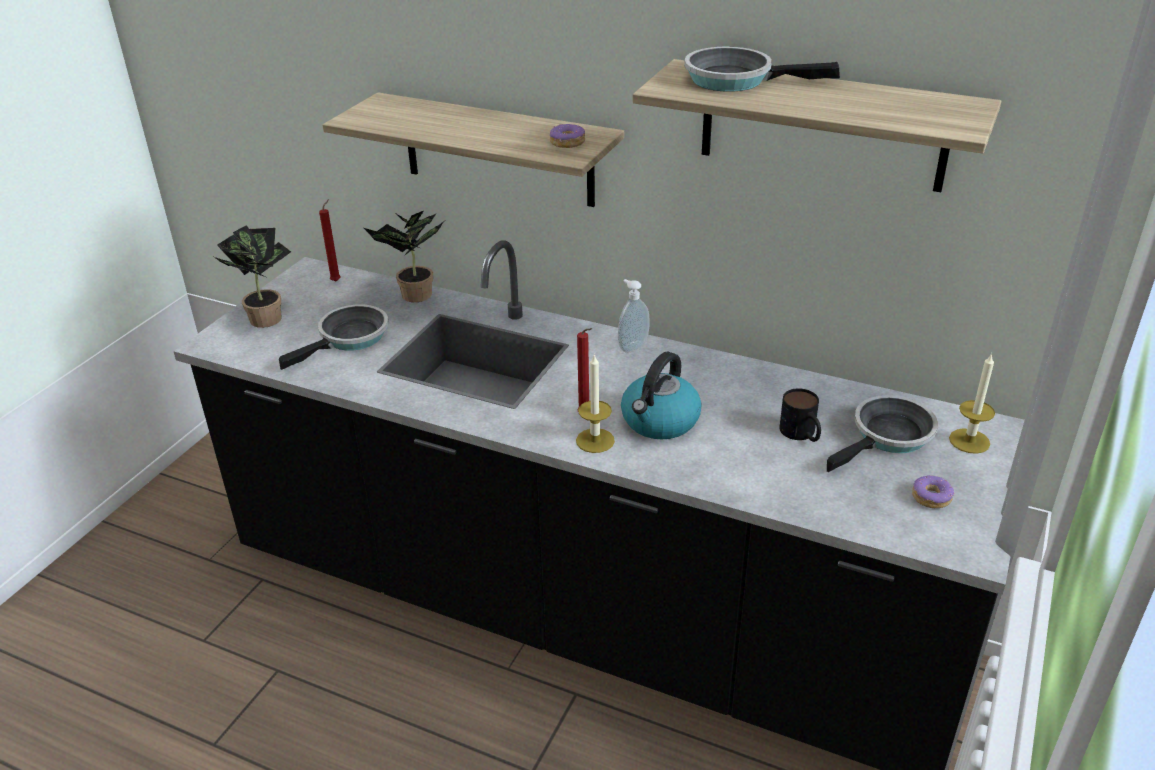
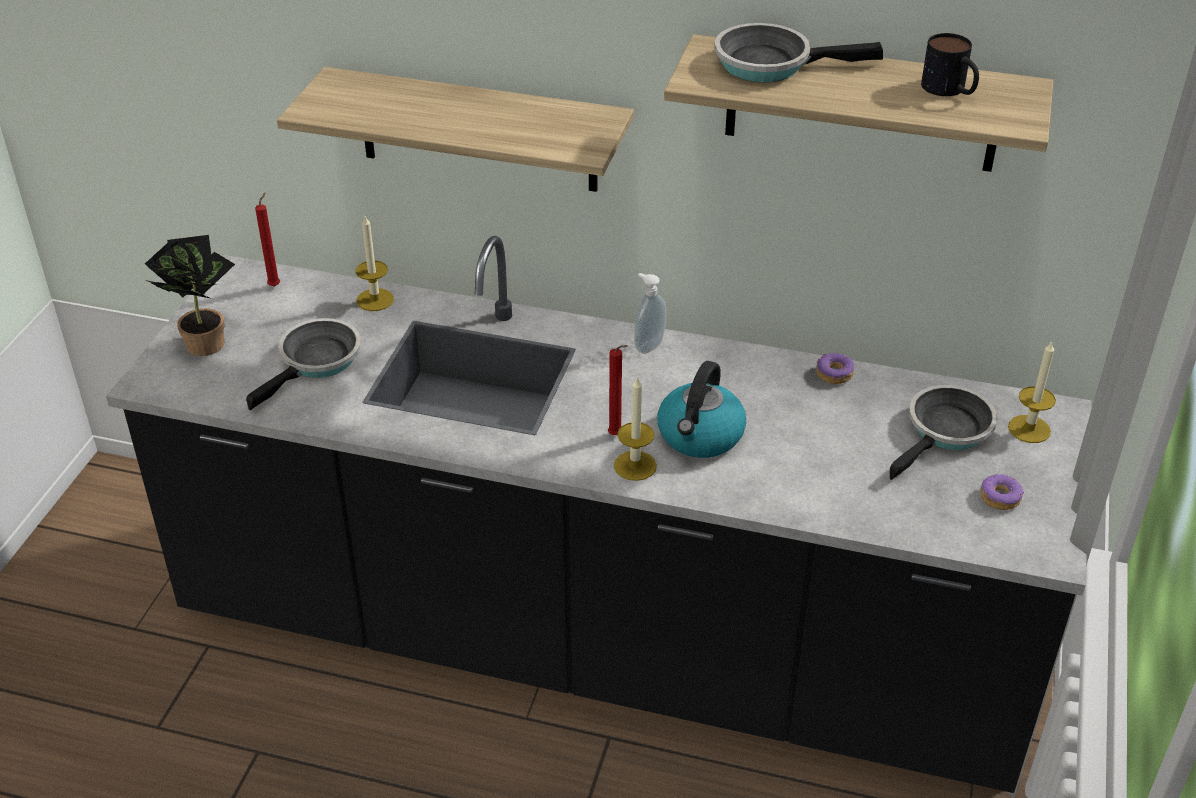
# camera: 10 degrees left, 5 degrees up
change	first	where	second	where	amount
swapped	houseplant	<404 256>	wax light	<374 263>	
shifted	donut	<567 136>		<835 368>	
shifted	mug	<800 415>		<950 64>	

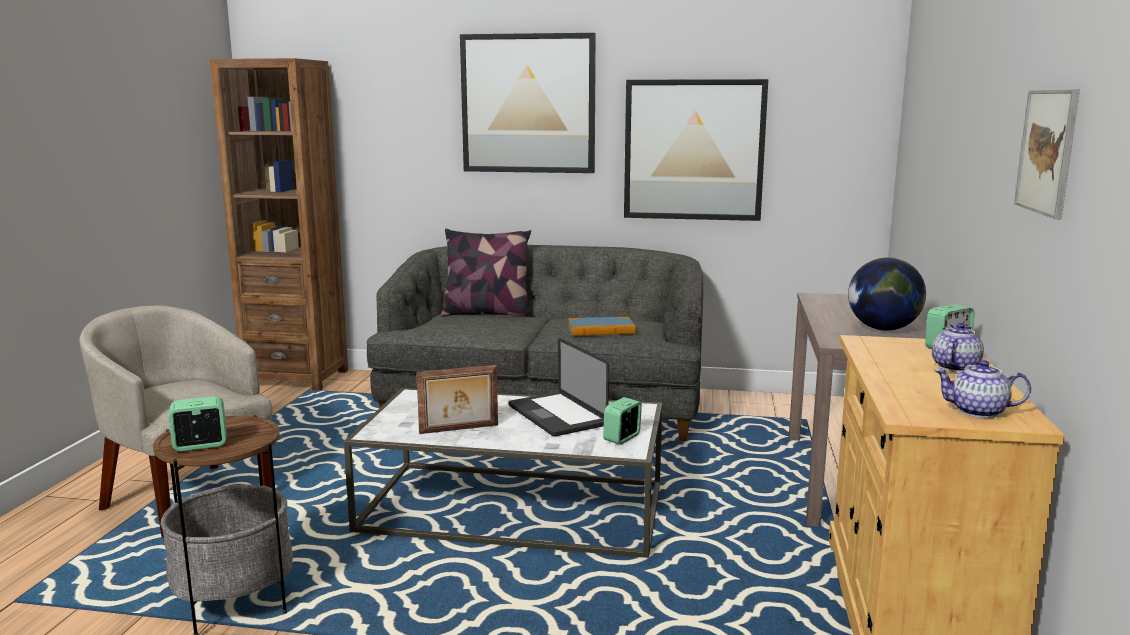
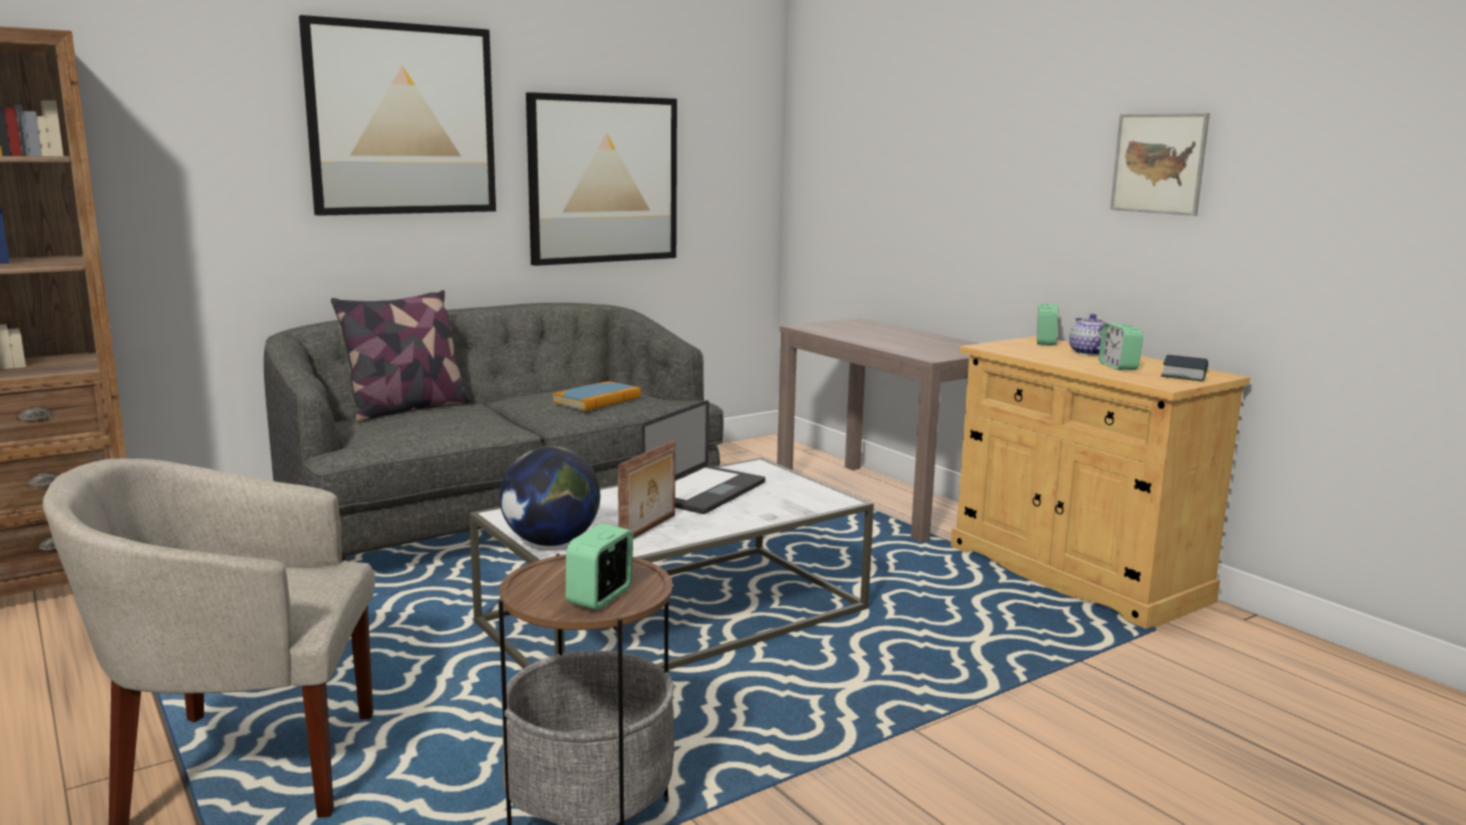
# camera: 45 degrees left, 0 degrees up
change	first	where	second	where	amount
rotated	laptop	<559 387>		<703 457>	75 degrees counterclockwise
shifted	table clock	<622 421>		<1121 346>	
shifted	globe	<887 294>		<549 496>	
swapped	teapot	<982 389>	volume	<1184 368>	

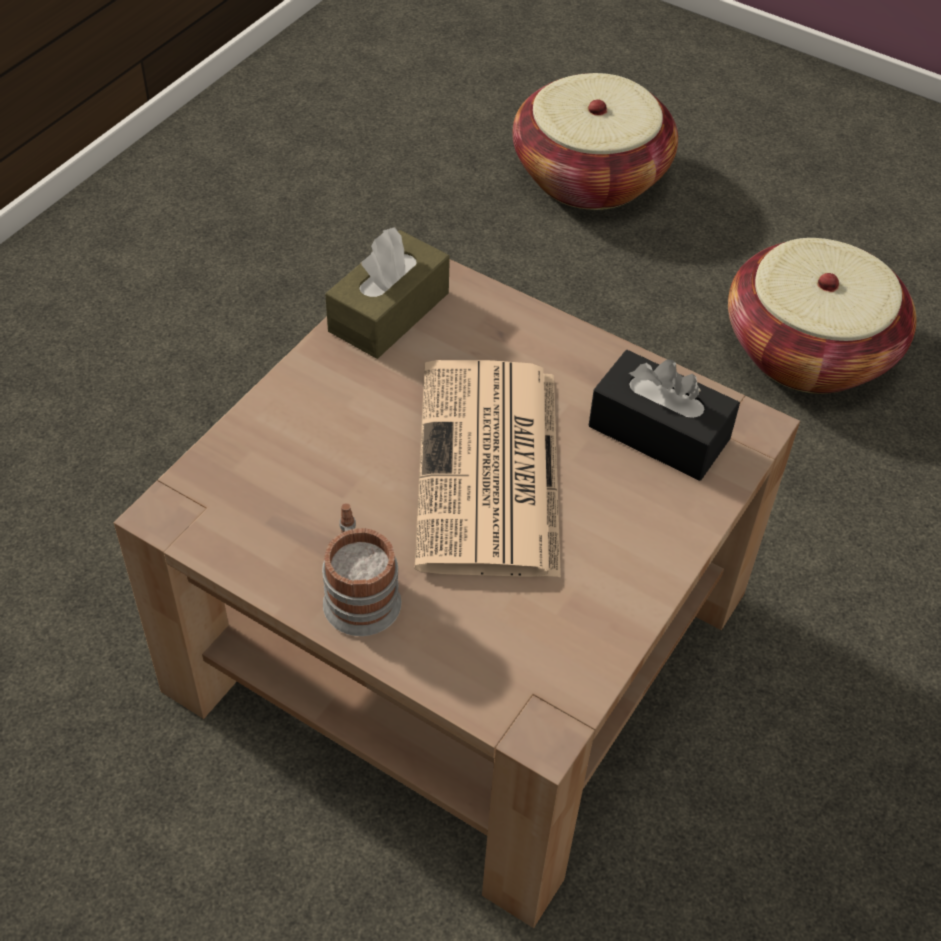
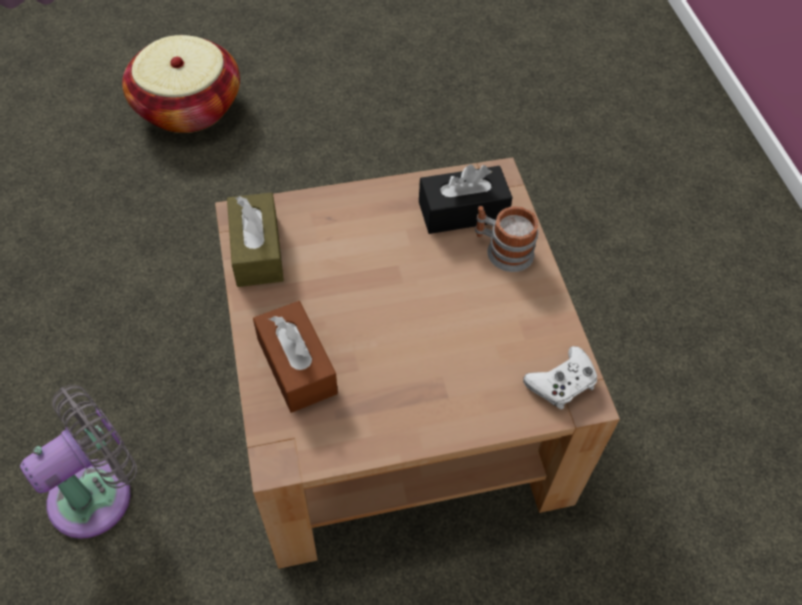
# camera: 45 degrees left, 5 degrees up
change	first	where	second	where	amount
shifted	mug	<361 569>		<506 239>	
gone	printed paper	<488 469>			
gone	basket	<822 316>			
new			gray cooling fan	<78 462>	
new			brown tissue holder	<295 357>	
new			white joypad	<560 377>	

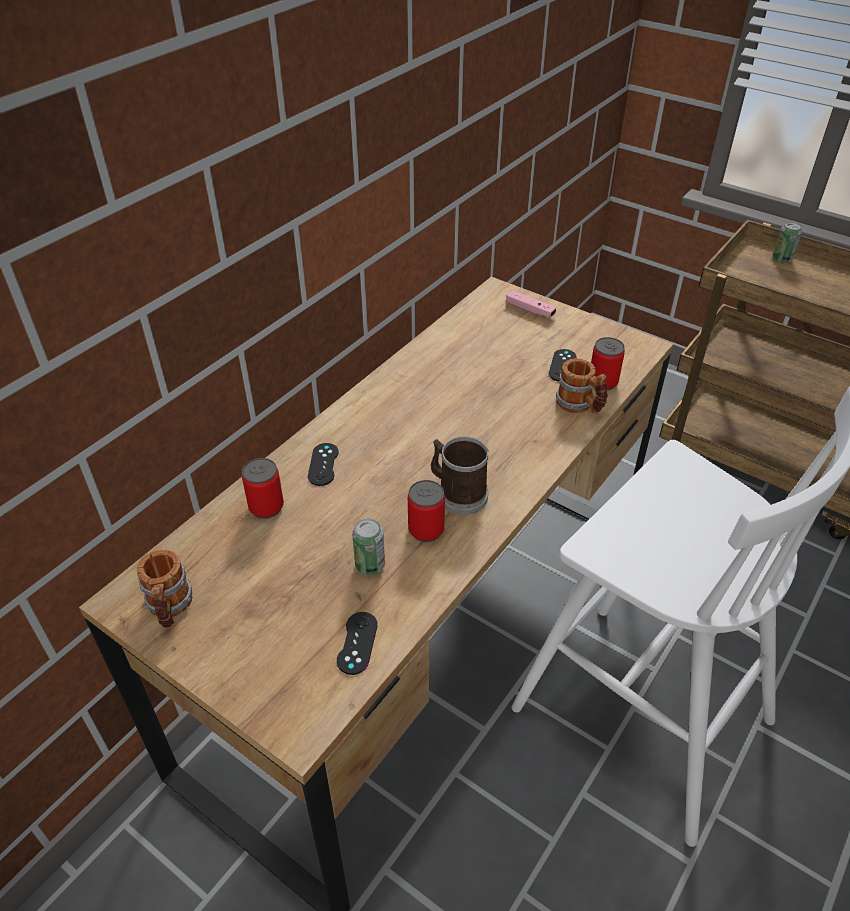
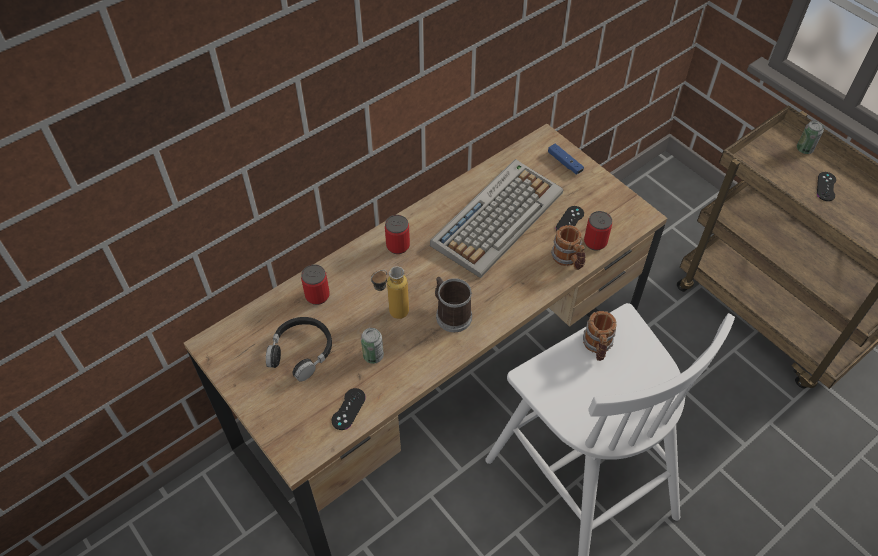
# camera: 15 degrees right, 10 degrees up
change	first	where	second	where	amount
shifted	mug	<164 589>		<600 336>	
shifted	black joypad	<323 464>		<826 186>	
shifted	can	<426 511>		<397 234>	
repainted	pink-coloured joypad	<531 304>	blue joypad	<566 159>	
new			black headphones	<299 349>	
new			drink bottle	<390 292>	
new			computer keyboard	<496 218>	

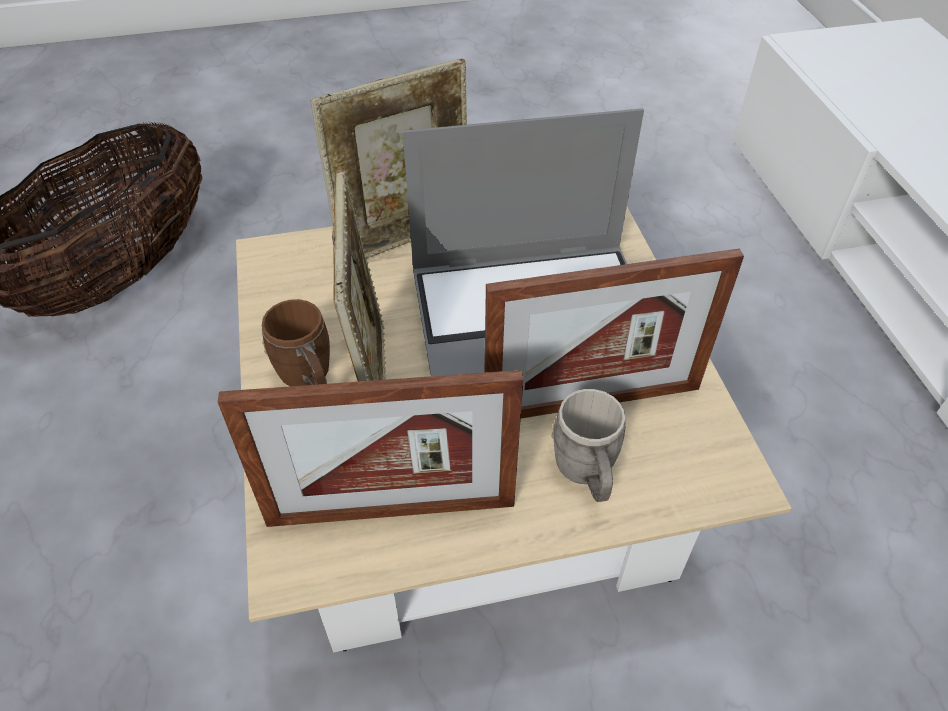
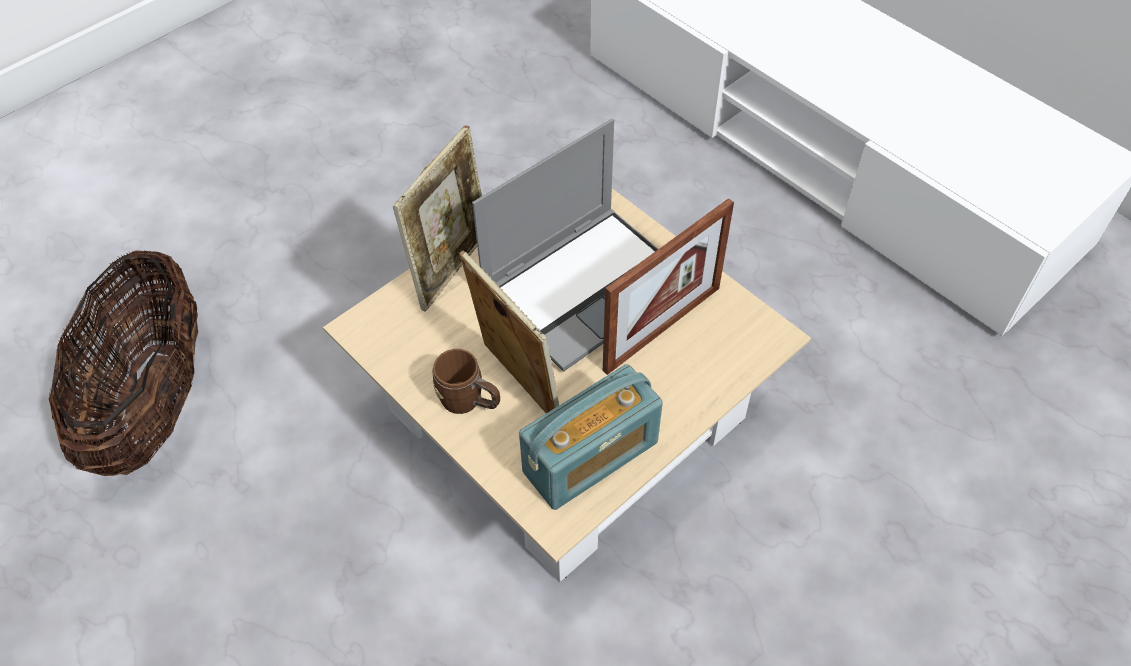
# camera: 30 degrees left, 5 degrees up
change	first	where	second	where	amount
swapped	photo frame	<370 448>	radio receiver	<591 437>	
gone	gray mug	<588 445>			

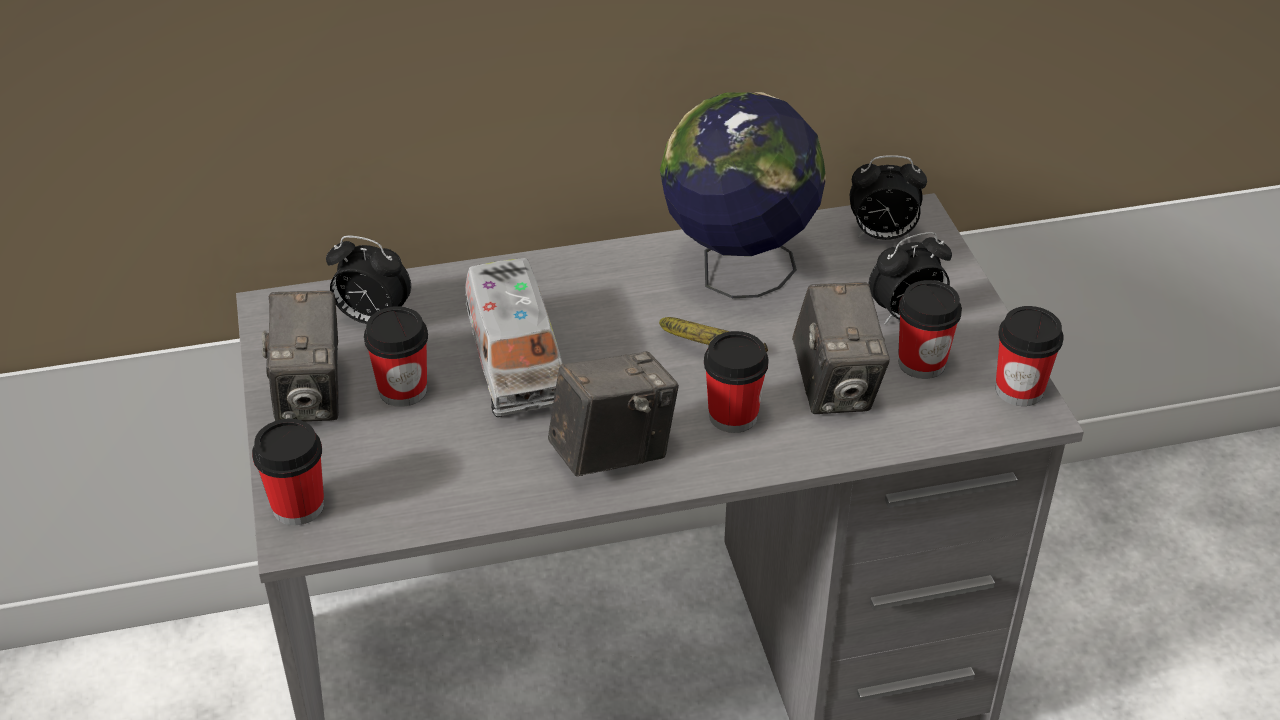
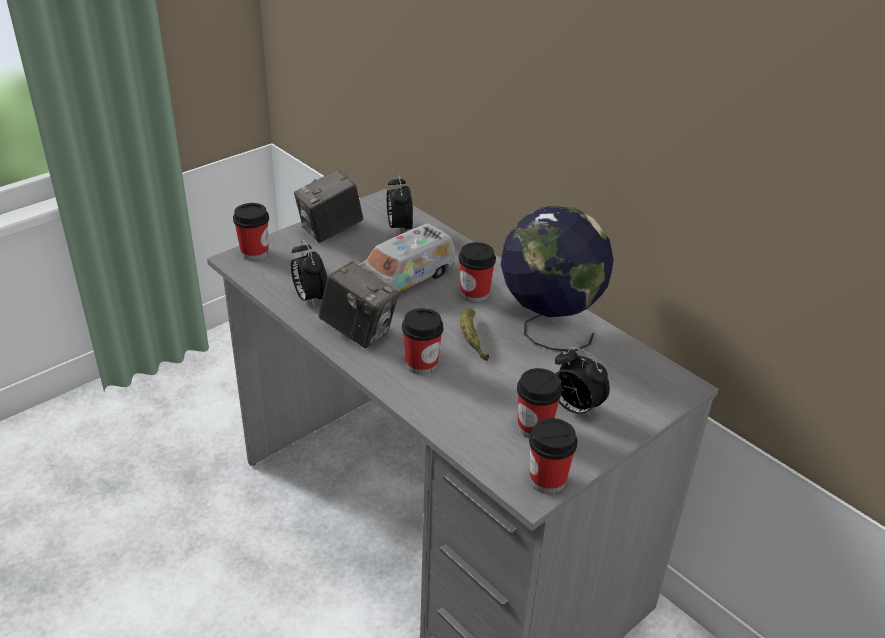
# camera: 60 degrees right, 5 degrees down
change	first	where	second	where	amount
shifted	cup	<396 356>		<477 272>	
gone	photo camera	<841 348>			
shifted	table clock	<888 197>		<309 274>	

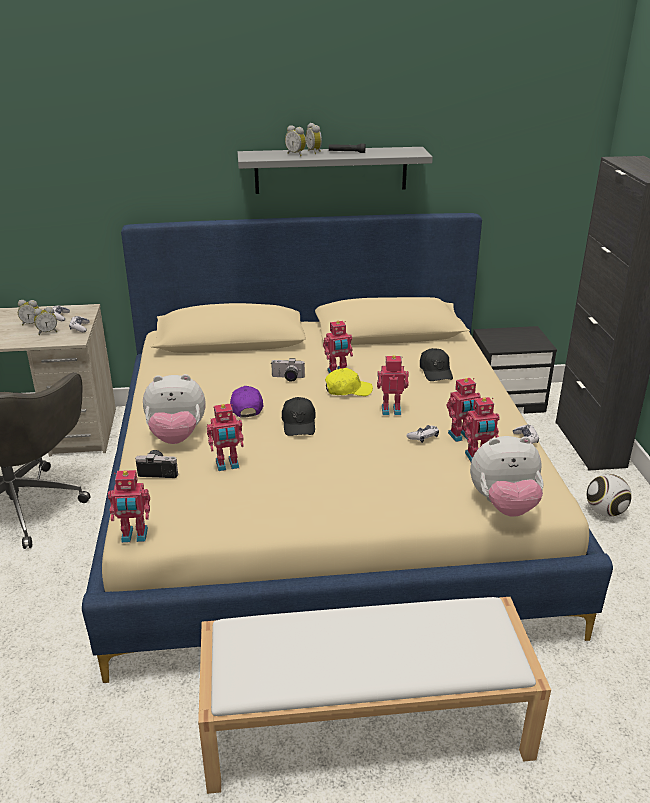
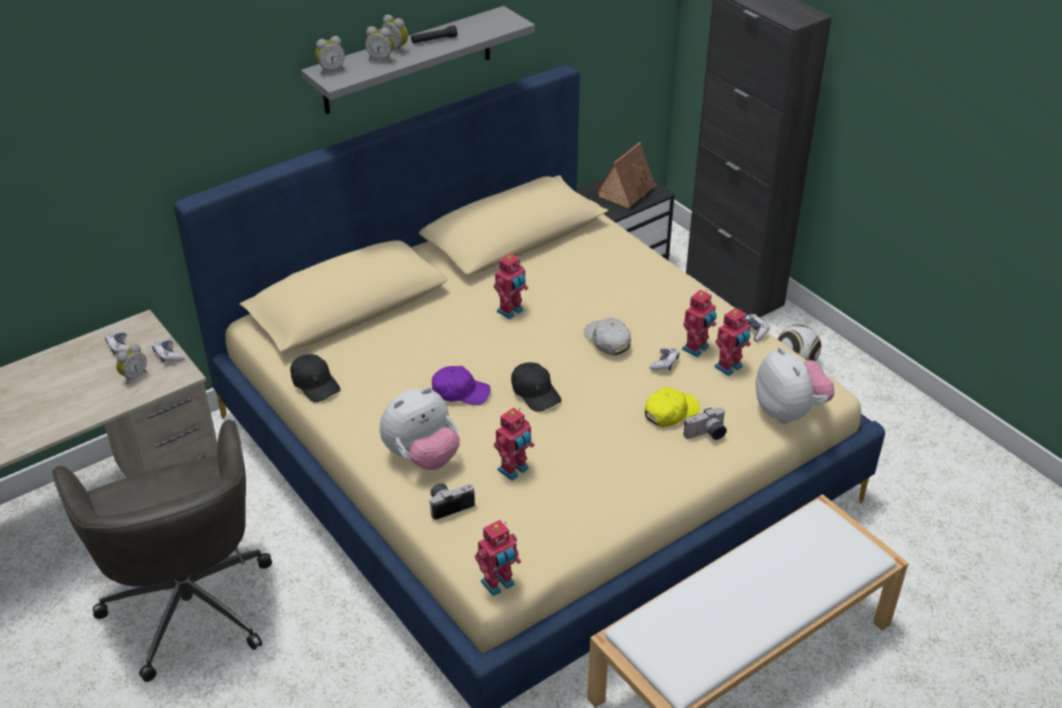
# camera: 30 degrees left, 10 degrees up
change	first	where	second	where	amount
shifted	table clock	<29 312>		<330 55>	
rotated	purple-coloured baseball cap	<247 402>		<461 385>	135 degrees clockwise
shifted	photo camera	<288 370>		<705 424>	
shifted	yellow-coloured baseball cap	<349 382>		<672 407>	
swapped	toy robot	<393 385>	white baseball cap	<607 337>	
shifted	black baseball cap	<436 364>		<315 378>	
rotated	cuddly toy	<507 476>		<795 385>	75 degrees counterclockwise
new			toy house	<626 175>	

